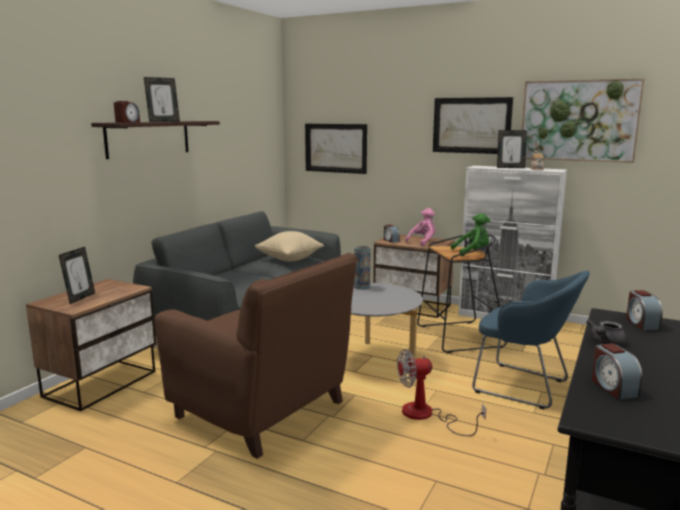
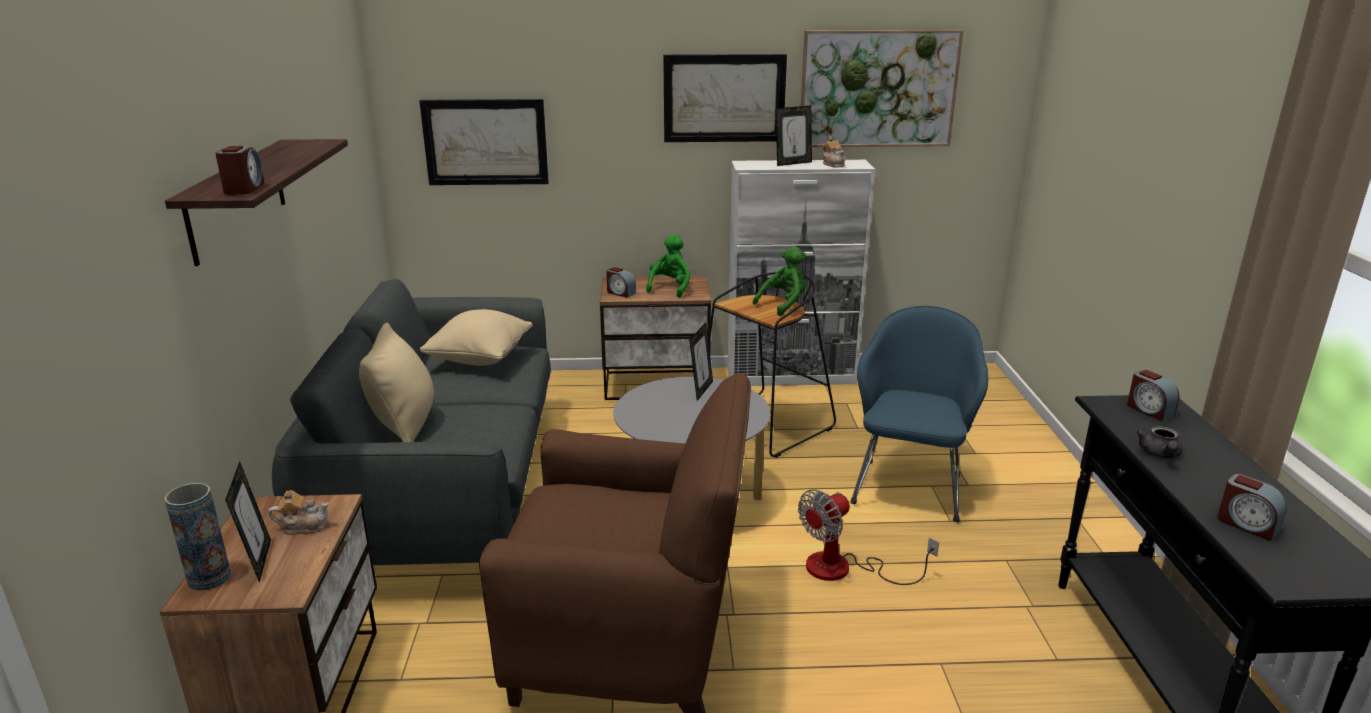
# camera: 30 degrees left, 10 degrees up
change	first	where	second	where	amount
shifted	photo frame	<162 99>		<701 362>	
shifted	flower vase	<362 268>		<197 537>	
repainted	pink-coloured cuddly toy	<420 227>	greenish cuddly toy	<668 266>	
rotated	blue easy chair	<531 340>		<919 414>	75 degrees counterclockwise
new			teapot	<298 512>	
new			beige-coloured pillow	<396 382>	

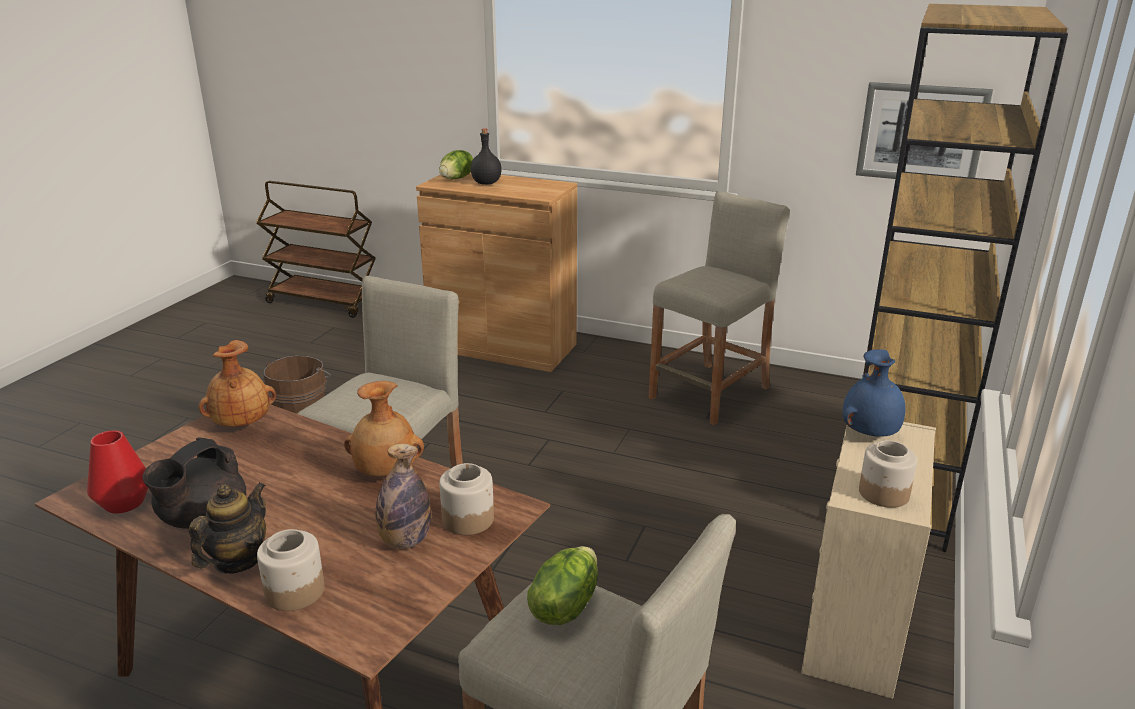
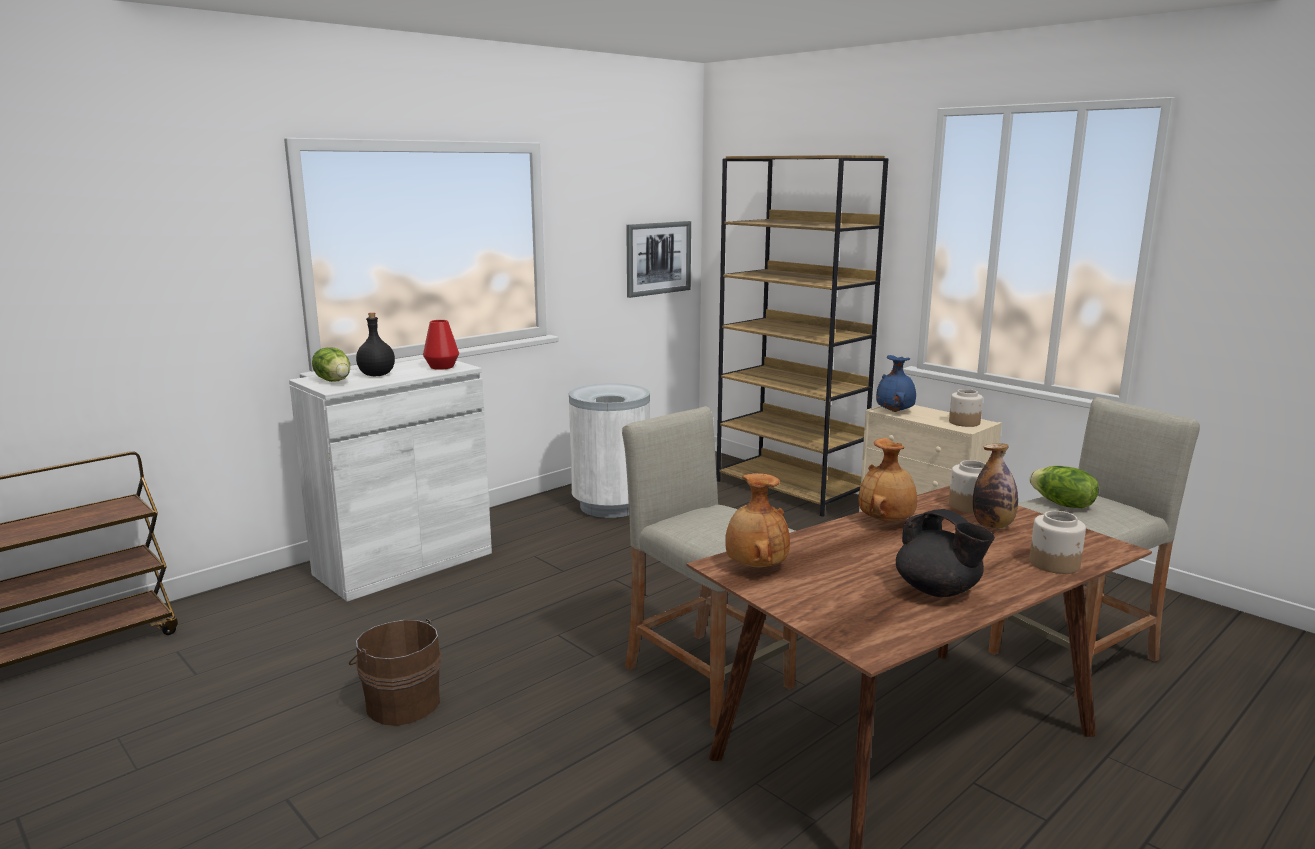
# camera: 65 degrees left, 10 degrees down
change	first	where	second	where	amount
shifted	red flower vase	<117 472>		<441 345>	
gone	teapot	<227 527>			
repainted	brown cupboard	<496 272>	white cupboard	<390 480>	
swapped	beige-coloured sitting stool	<719 308>	white waste bin	<609 450>	

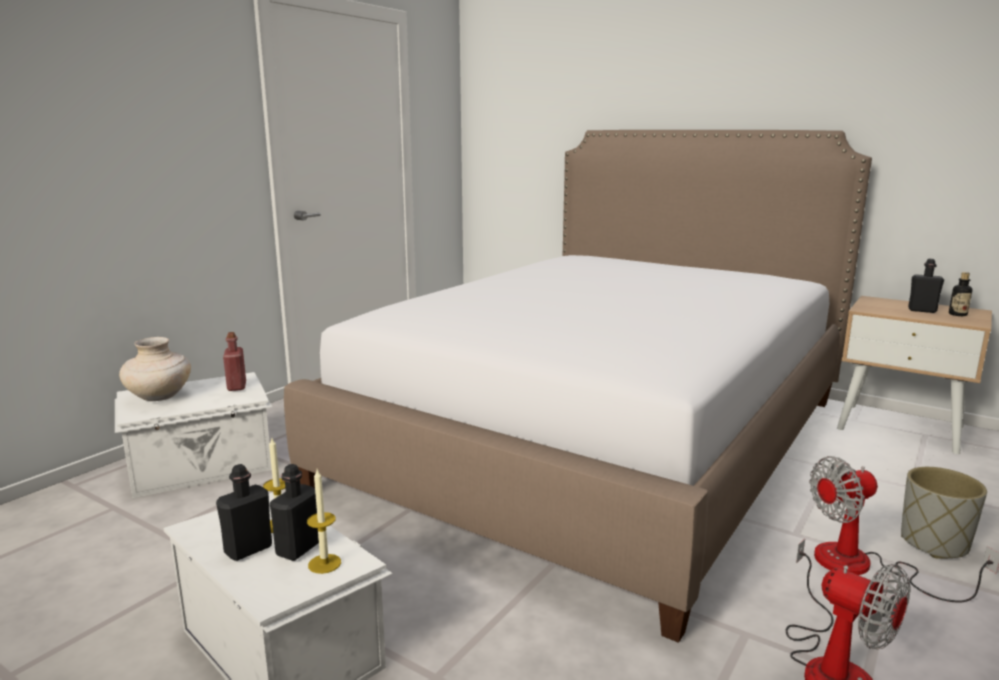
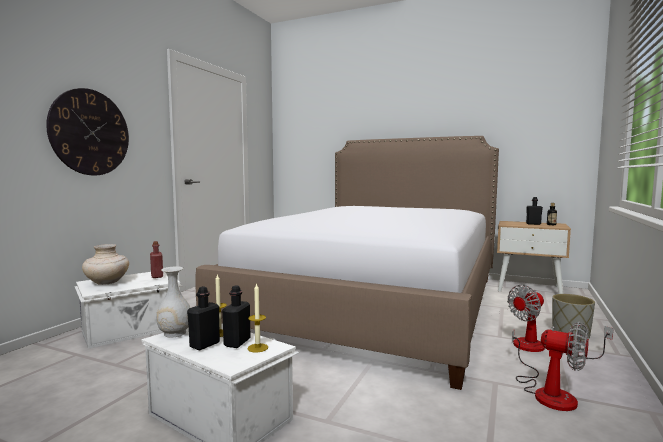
# camera: 10 degrees left, 10 degrees down
change	first	where	second	where	amount
new			wall clock	<87 131>	
new			white flower vase	<173 302>	

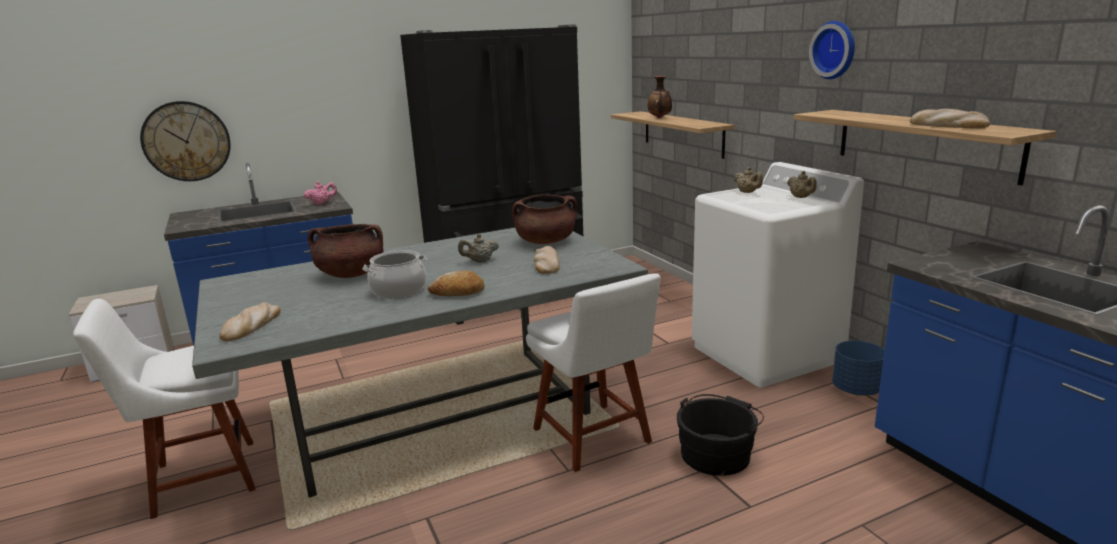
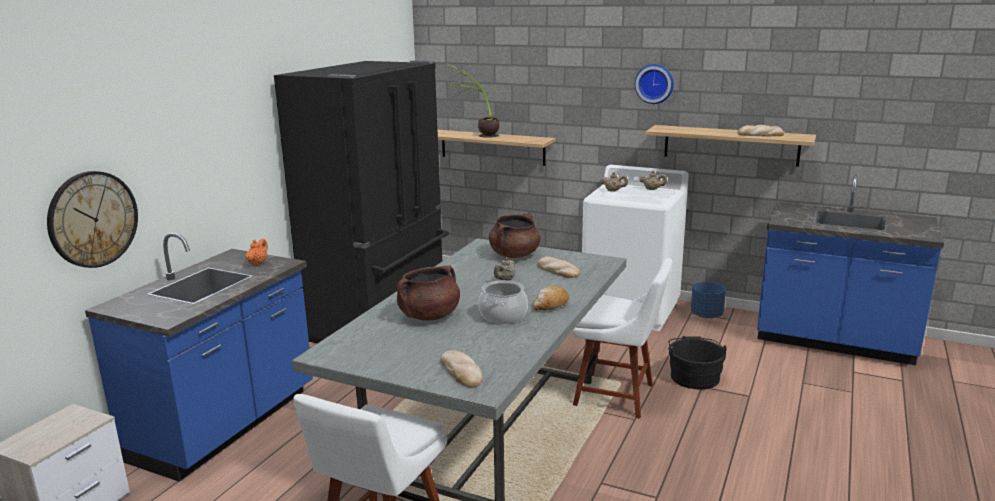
# camera: 40 degrees left, 0 degrees up
change	first	where	second	where	amount
repainted	pink-coloured teapot	<320 193>	orange-coloured teapot	<257 251>	
swapped	flower vase	<660 97>	houseplant	<473 101>	

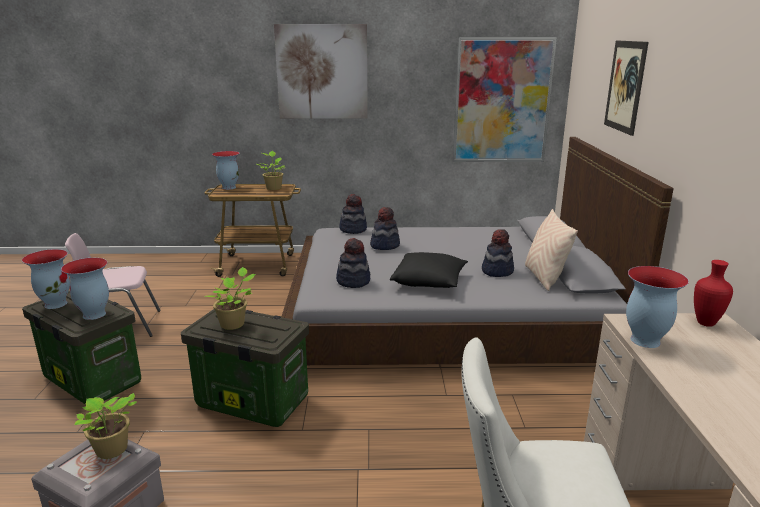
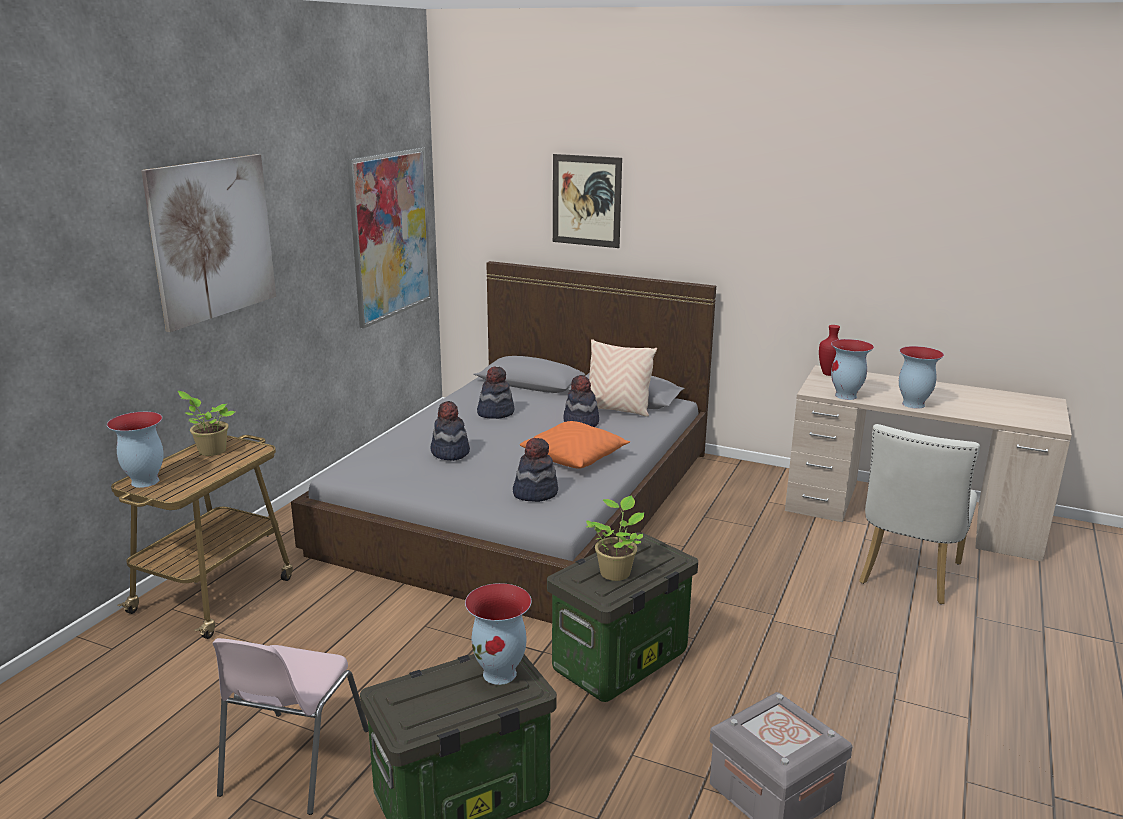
# camera: 65 degrees left, 0 degrees up
change	first	where	second	where	amount
shifted	flower vase	<46 279>		<921 377>	
gone	houseplant	<106 426>			
shifted	clothing hat	<353 214>		<495 392>	
repainted	black pillow	<429 270>	orange-coloured pillow	<575 445>	

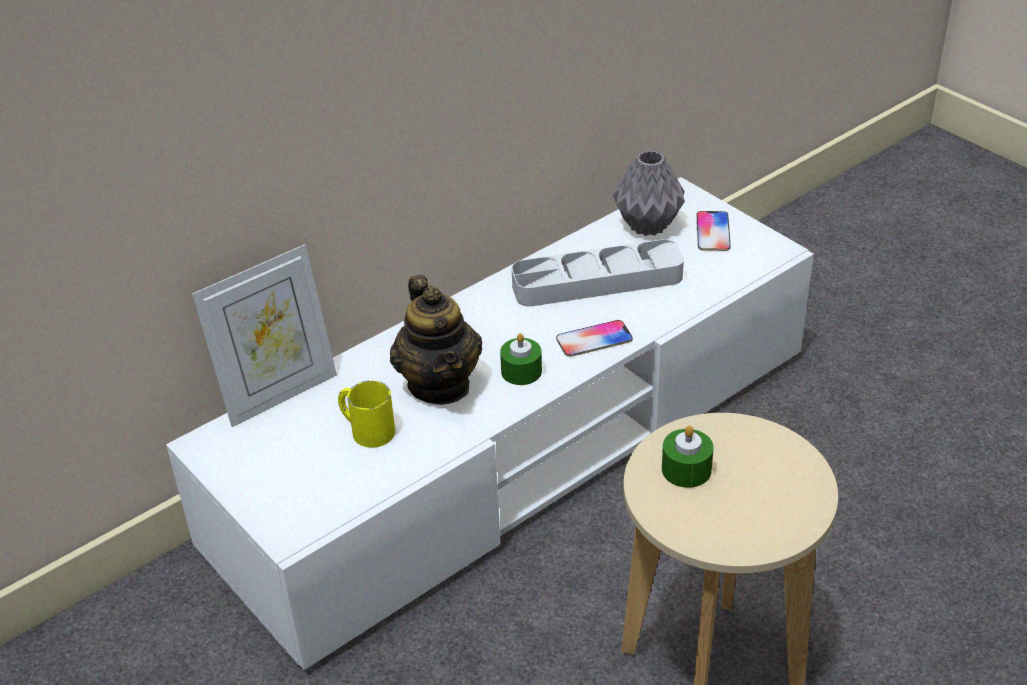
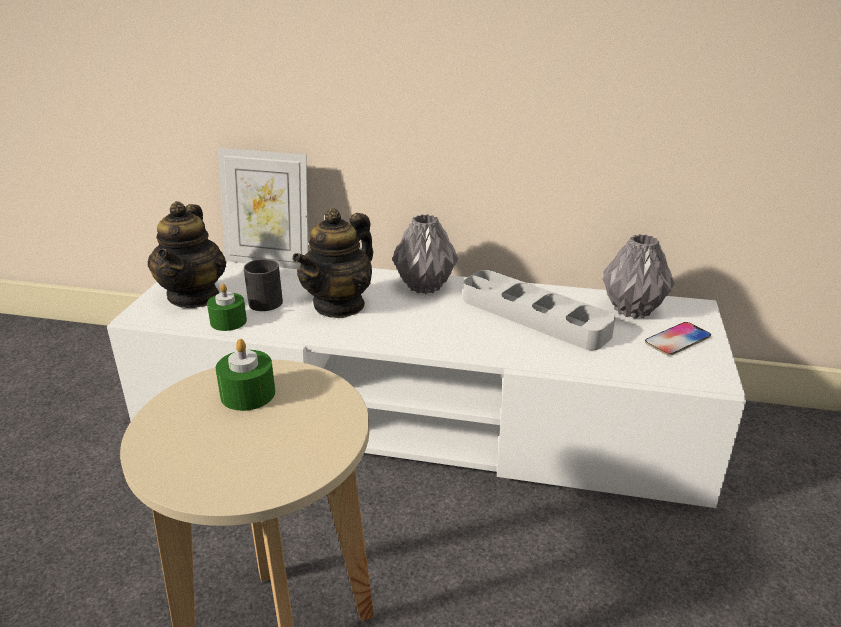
# camera: 50 degrees right, 10 degrees down
change	first	where	second	where	amount
repainted	yellow-coloured mug	<366 414>	black mug	<263 285>	
shifted	greenish wax light	<521 359>		<227 307>	
gone	handset	<594 338>			
new			teapot	<186 254>	
new			gray flower vase	<425 254>	

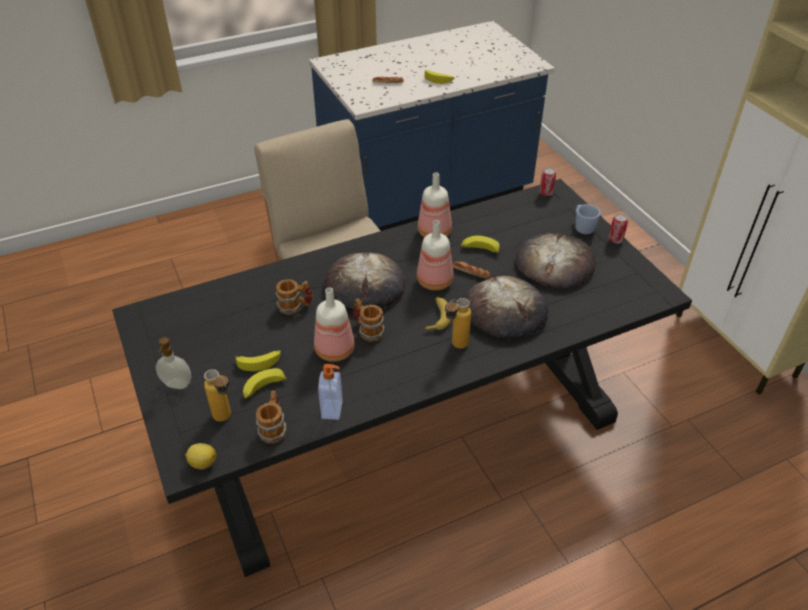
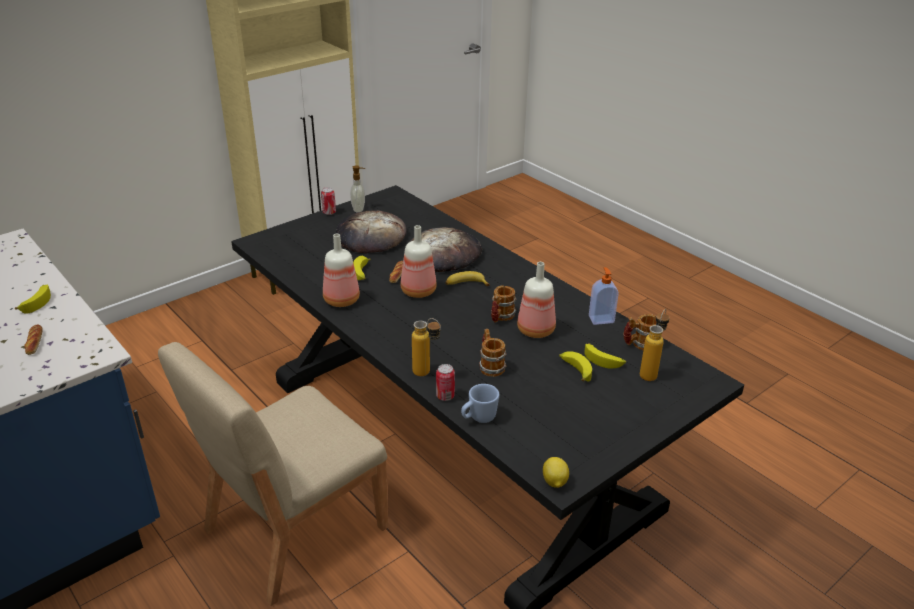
# camera: 105 degrees left, 10 degrees down
change	first	where	second	where	amount
shifted	liquid soap bottle	<173 363>		<357 188>	
shifted	lemon	<200 456>		<556 472>	
gone	bread	<364 280>			
shifted	drink bottle	<458 323>		<426 347>	
shifted	can	<547 182>		<445 382>	
shifted	blue mug	<588 219>		<480 403>	

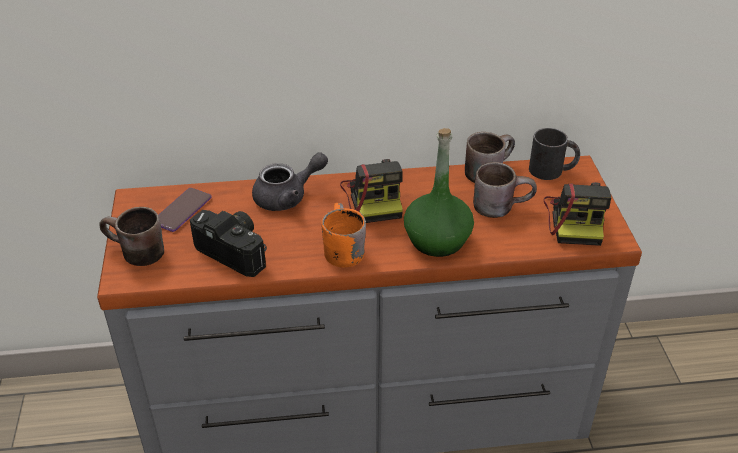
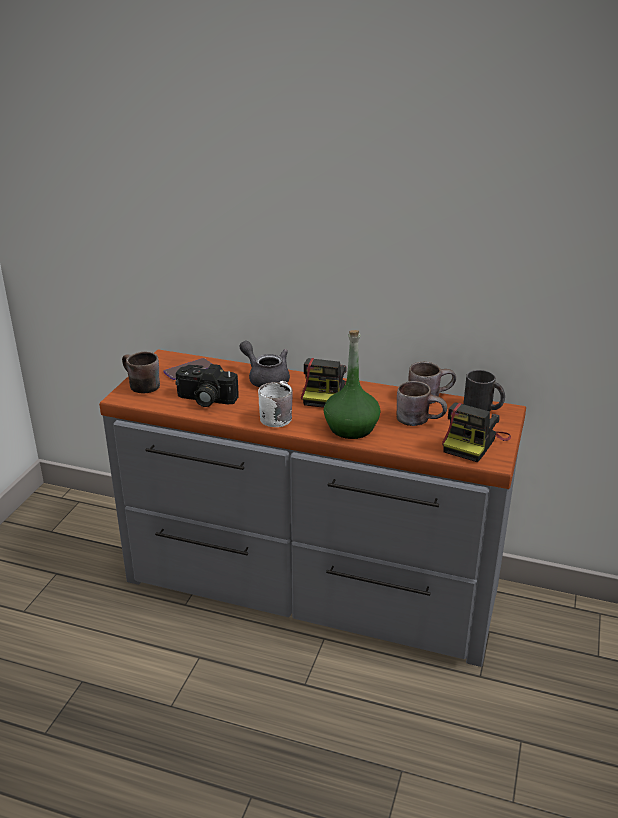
# camera: 25 degrees right, 10 degrees down
change	first	where	second	where	amount
rotated	photo camera	<228 243>		<207 385>	135 degrees clockwise
rotated	gray teapot	<290 181>		<265 364>	135 degrees counterclockwise
repainted	orange-coloured mug	<343 235>	white mug	<275 404>	

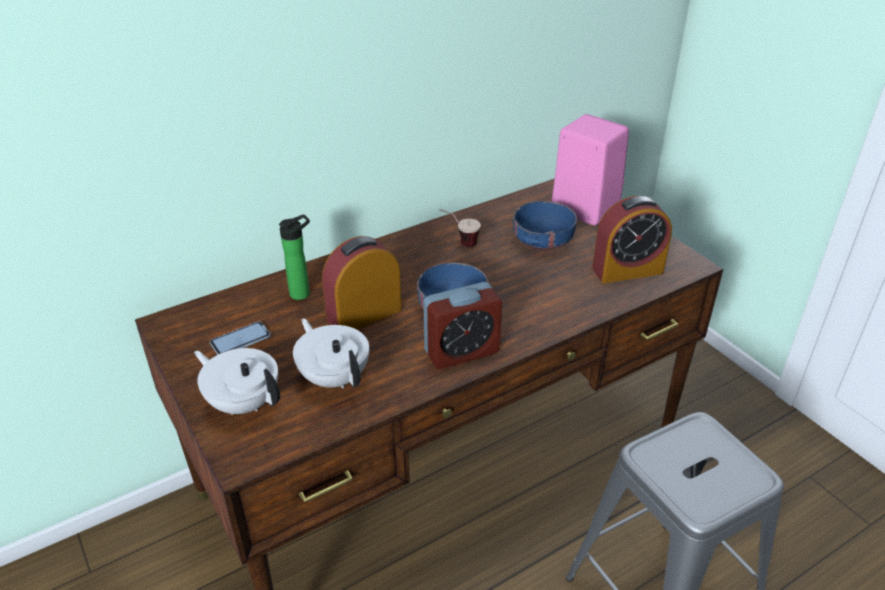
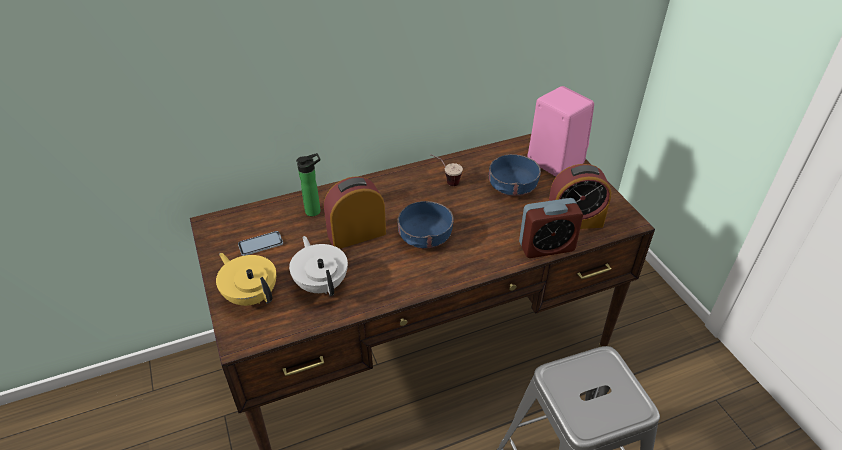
# camera: 10 degrees right, 5 degrees up
change	first	where	second	where	amount
repainted	white teapot	<237 381>	yellow-coloured teapot	<246 279>	
shifted	table clock	<462 325>		<551 228>	

